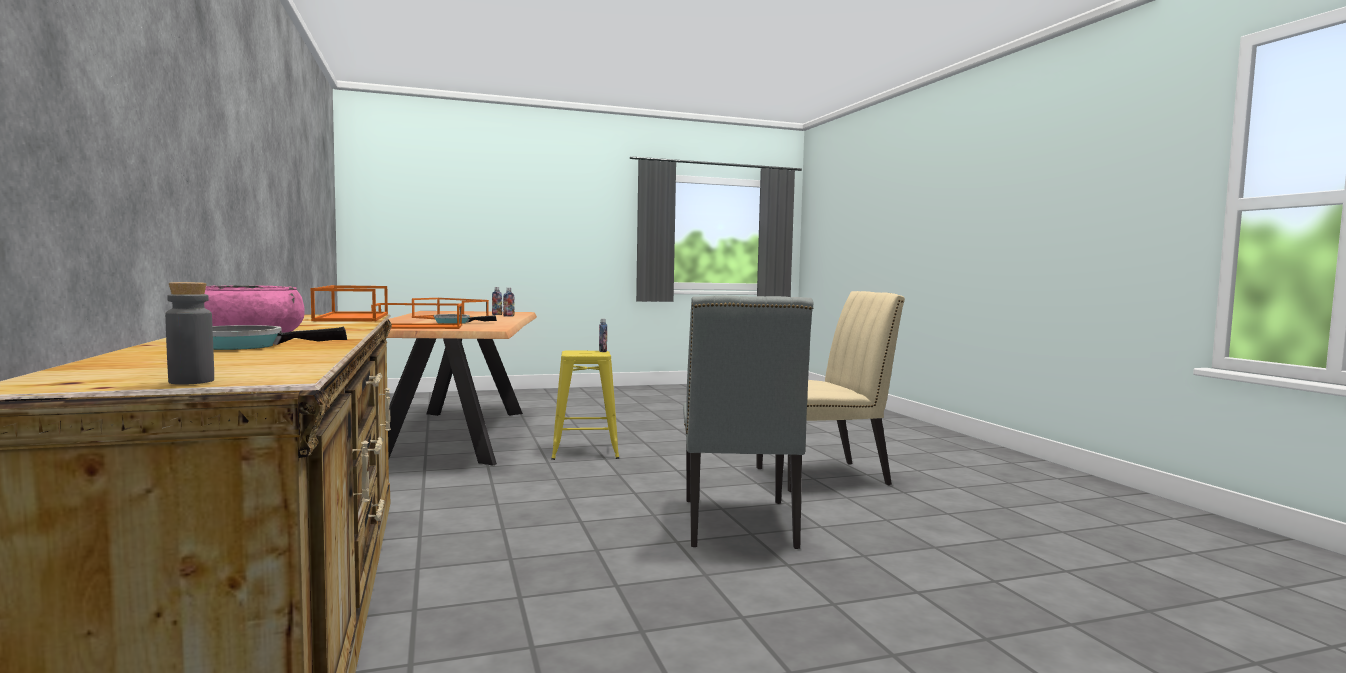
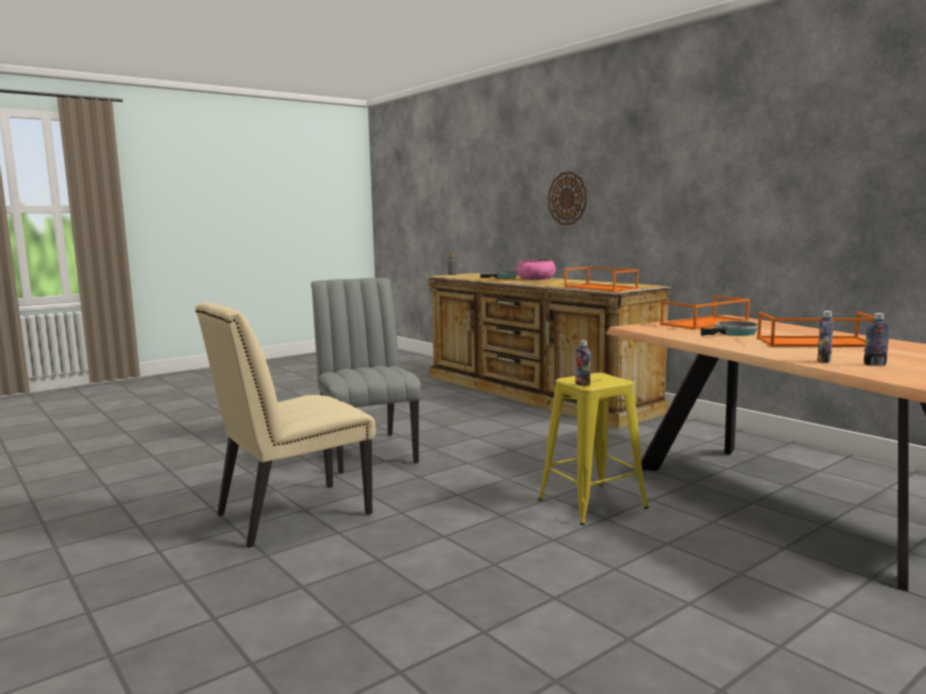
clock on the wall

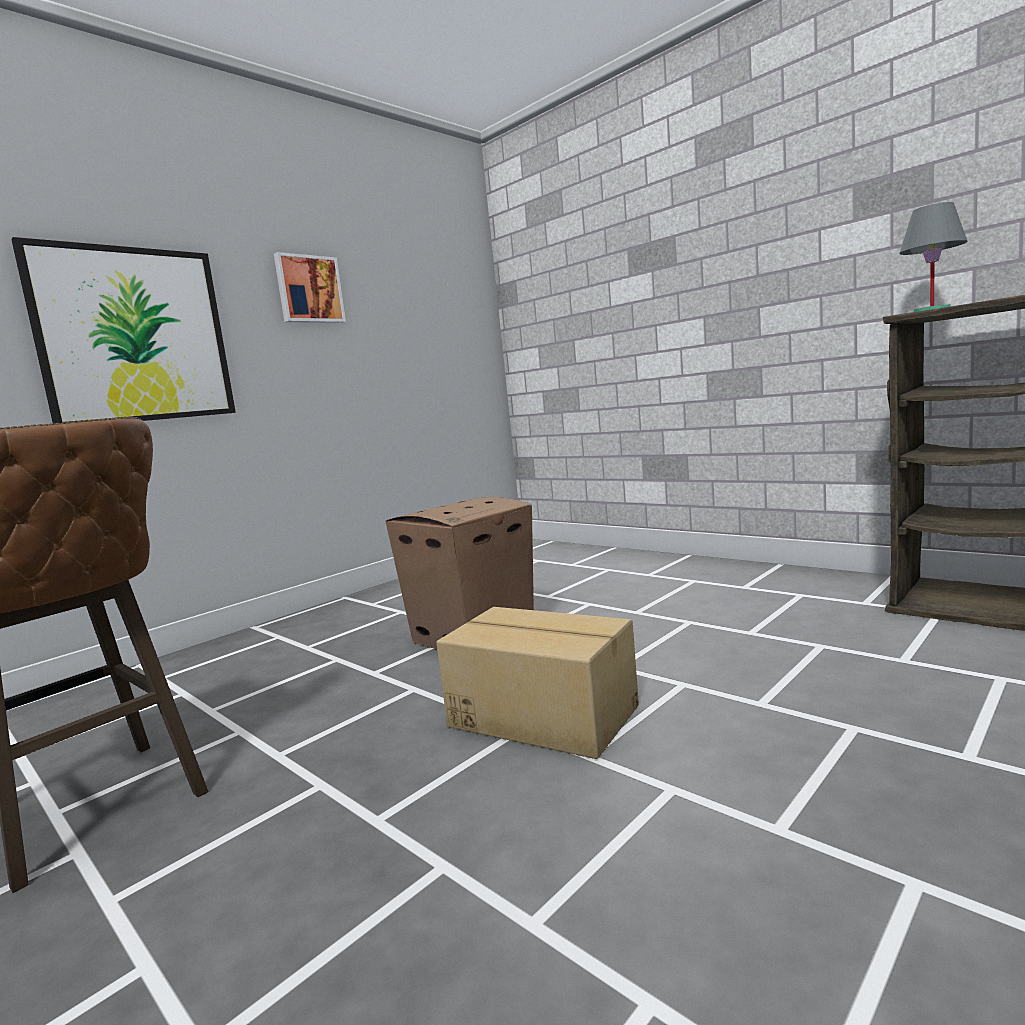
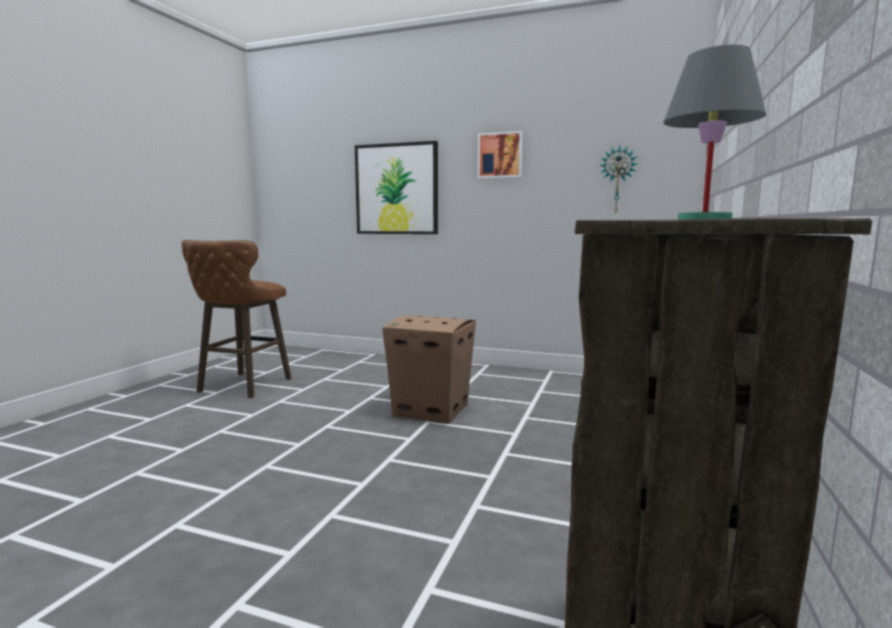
carton (2nd from left in the first image)
clock on the wall

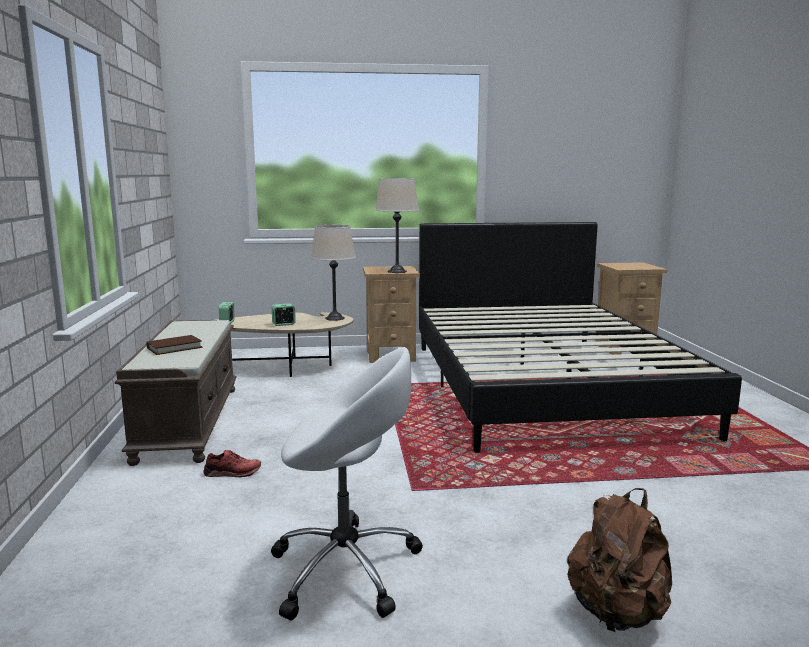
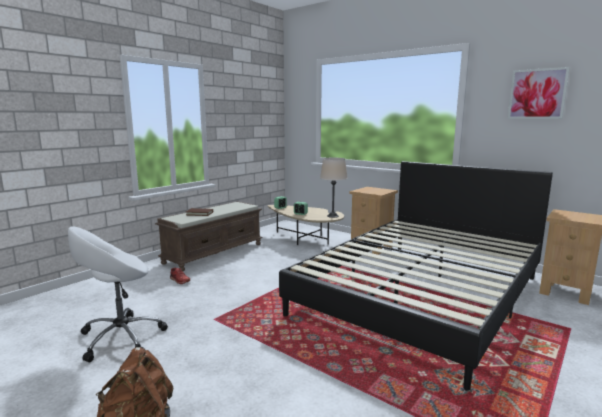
white-coloured computer chair
beige tabletop lamp (2nd from left in the first image)
picture

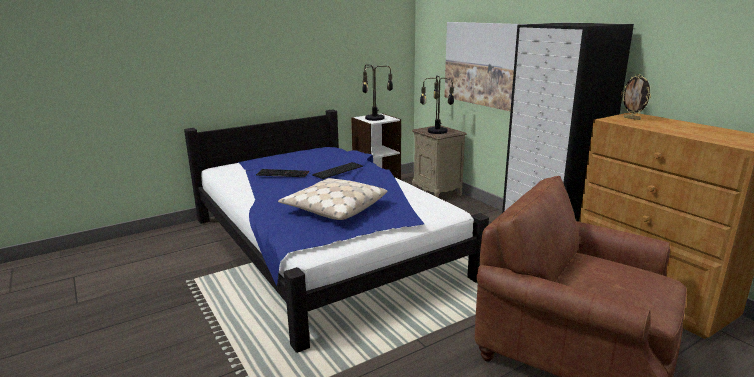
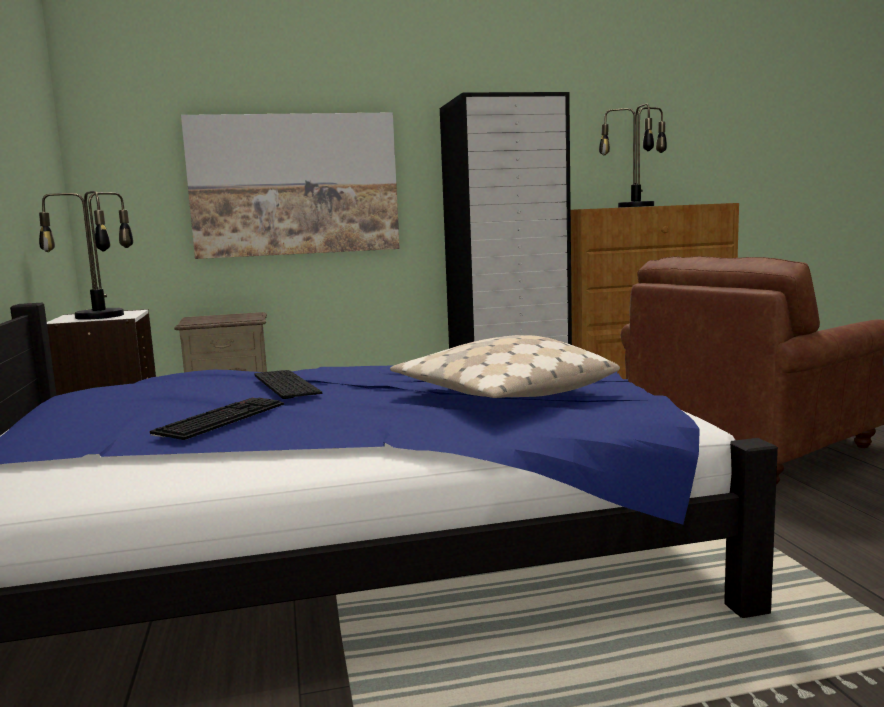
tabletop lamp (2nd from left)
photo frame

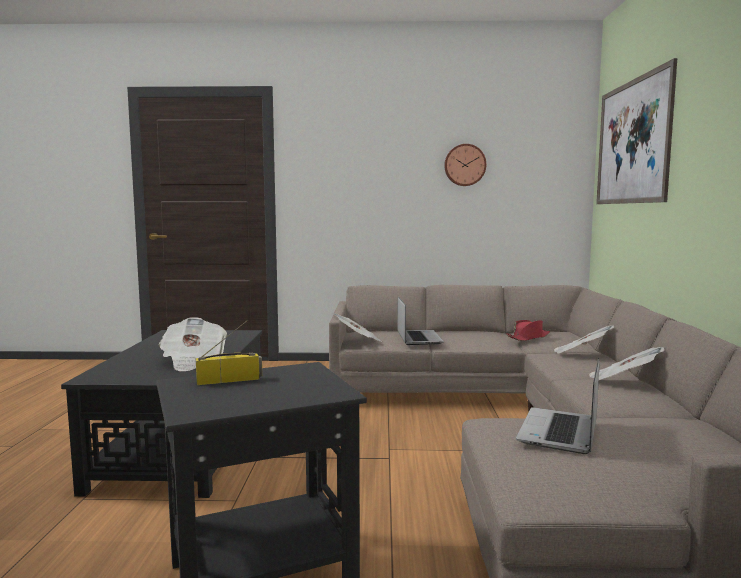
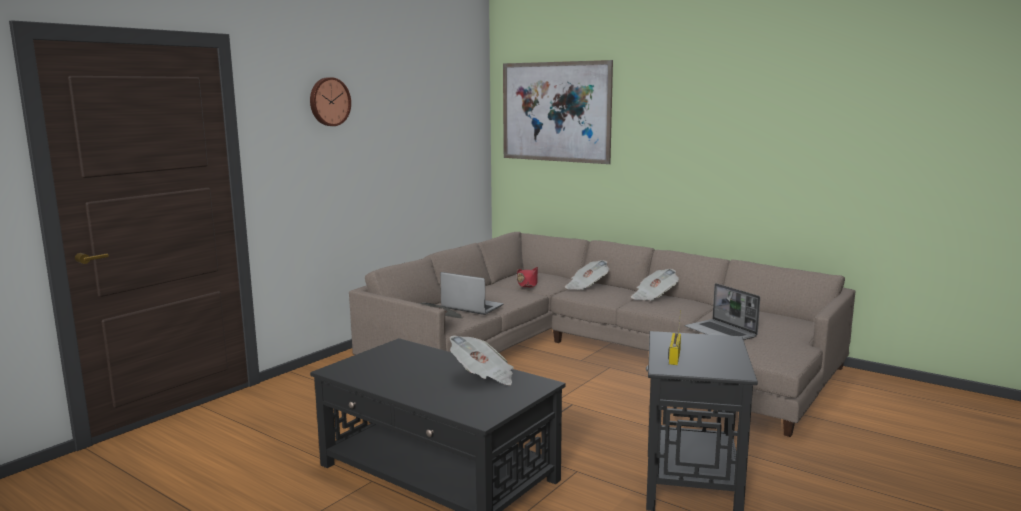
clock on the wall

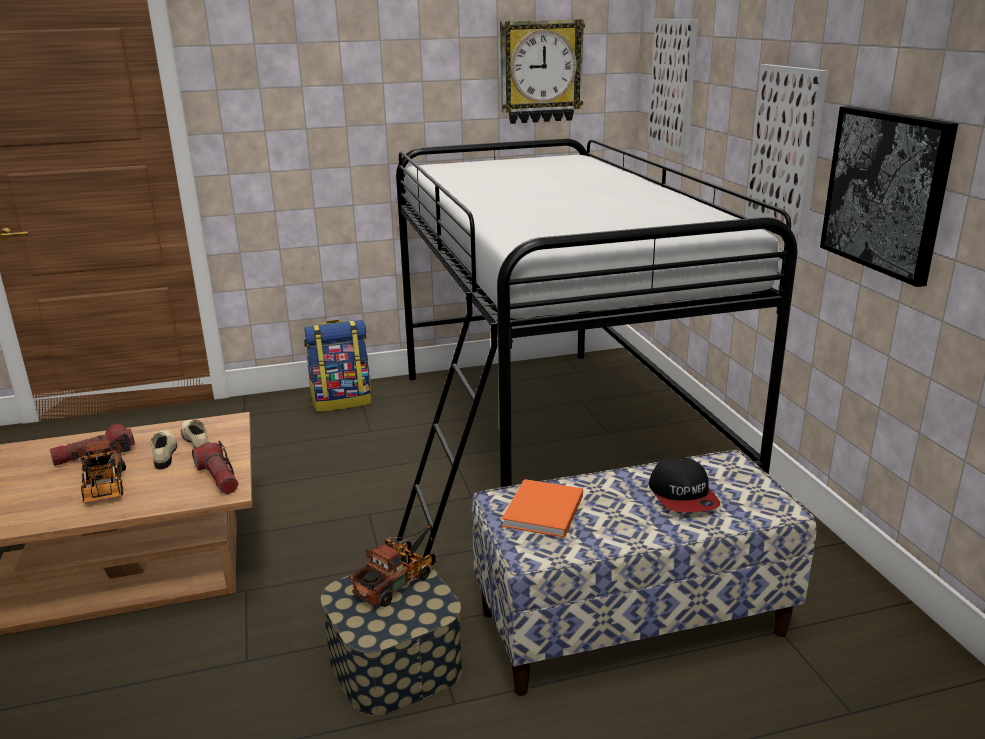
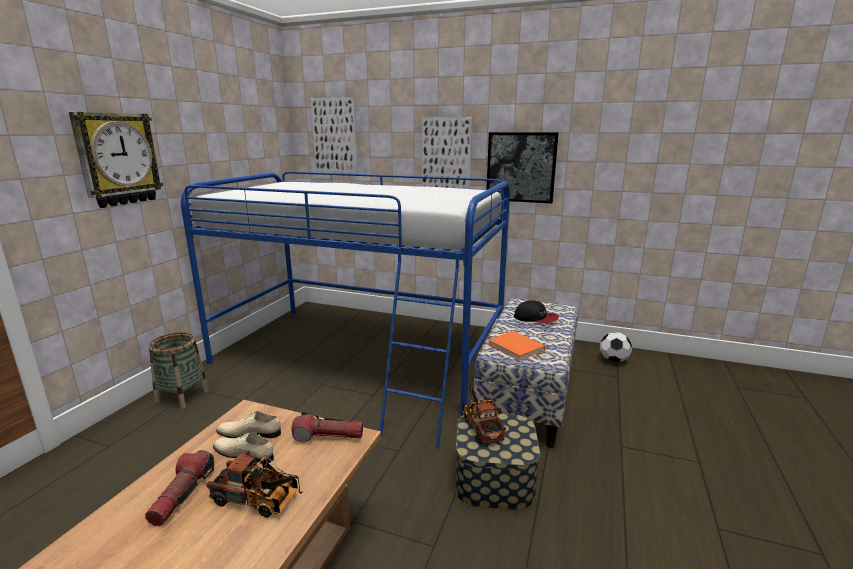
basket
bluish bed
clock on the wall
football

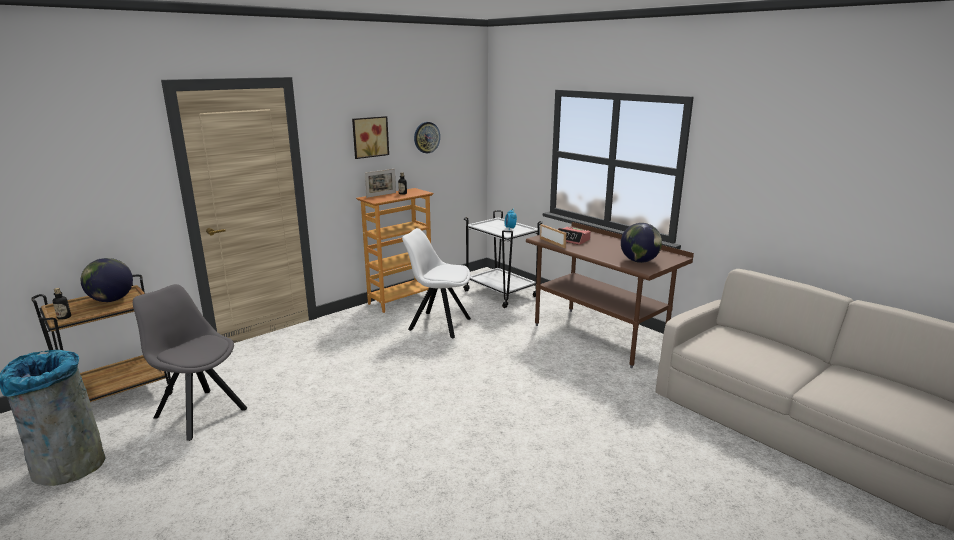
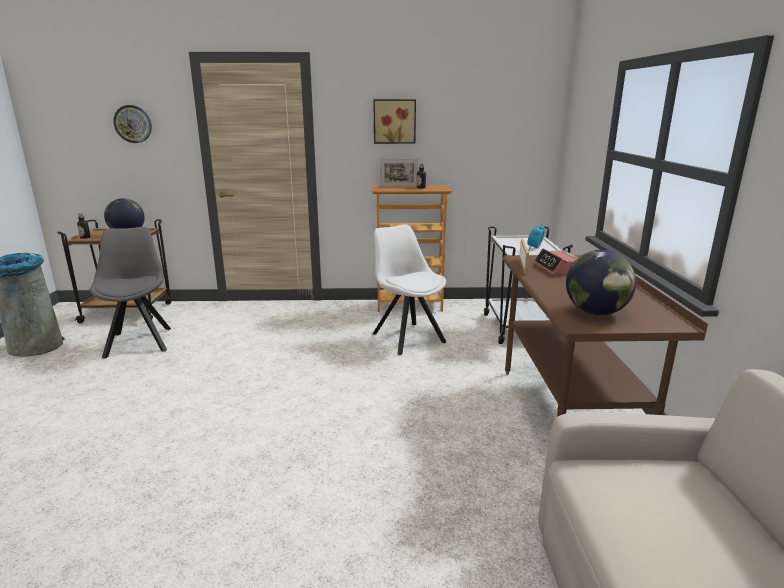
clock on the wall

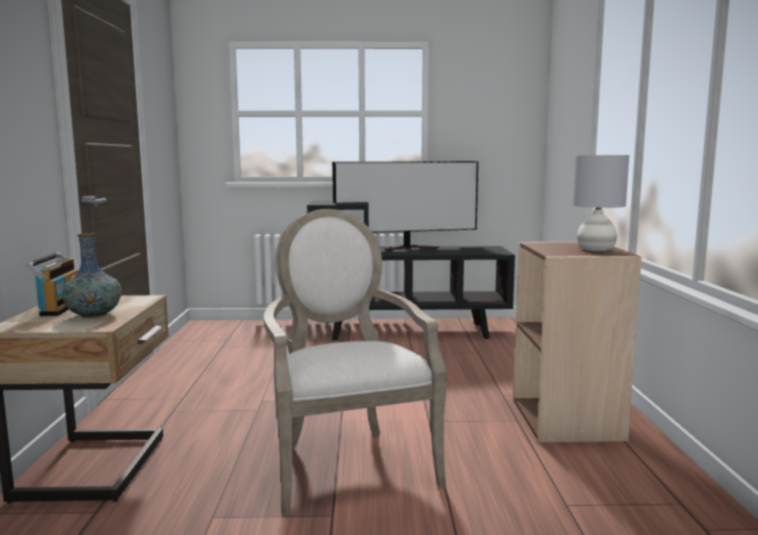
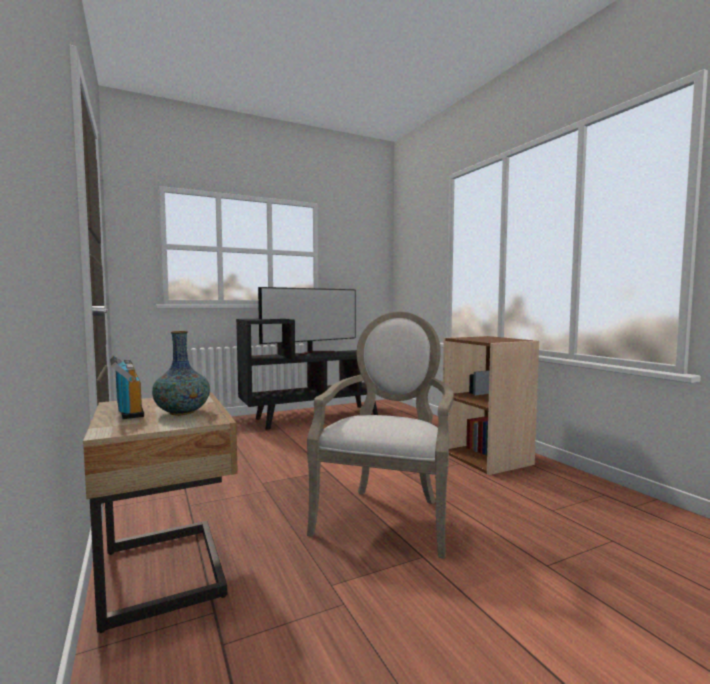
armchair
grey tabletop lamp

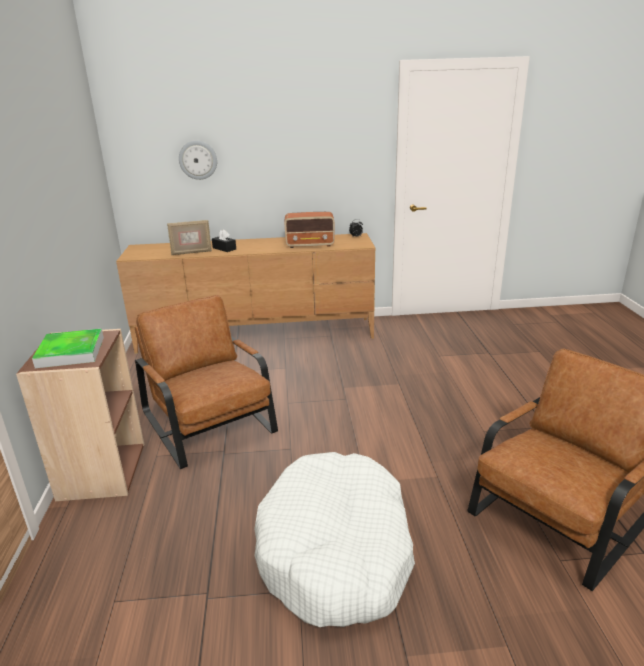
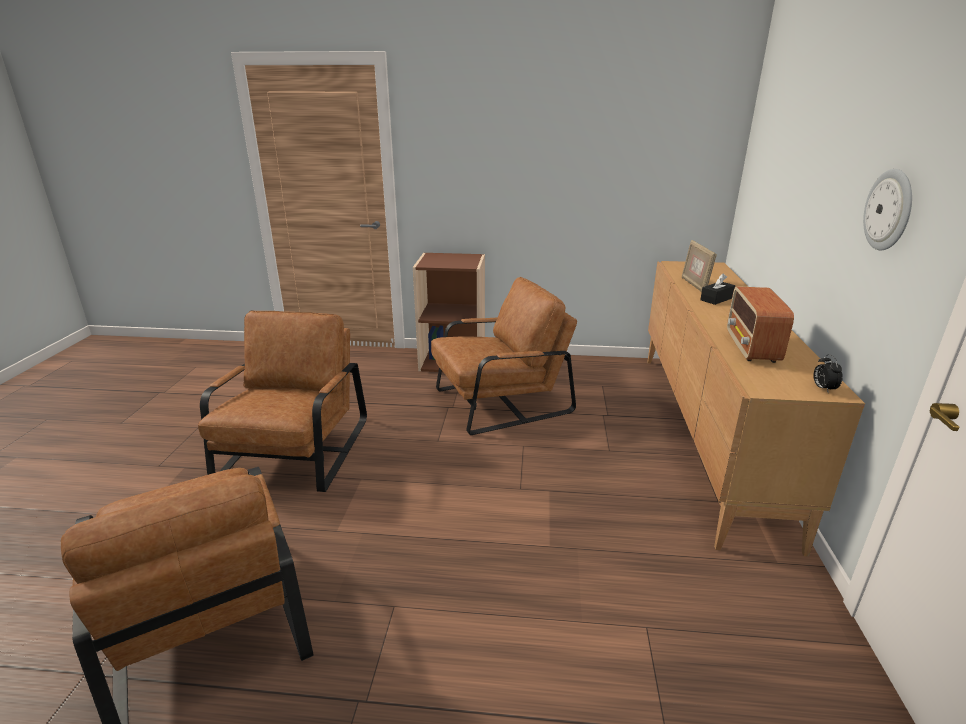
carrying tray
clock on the wall
brown-coloured armchair (2nd from left)

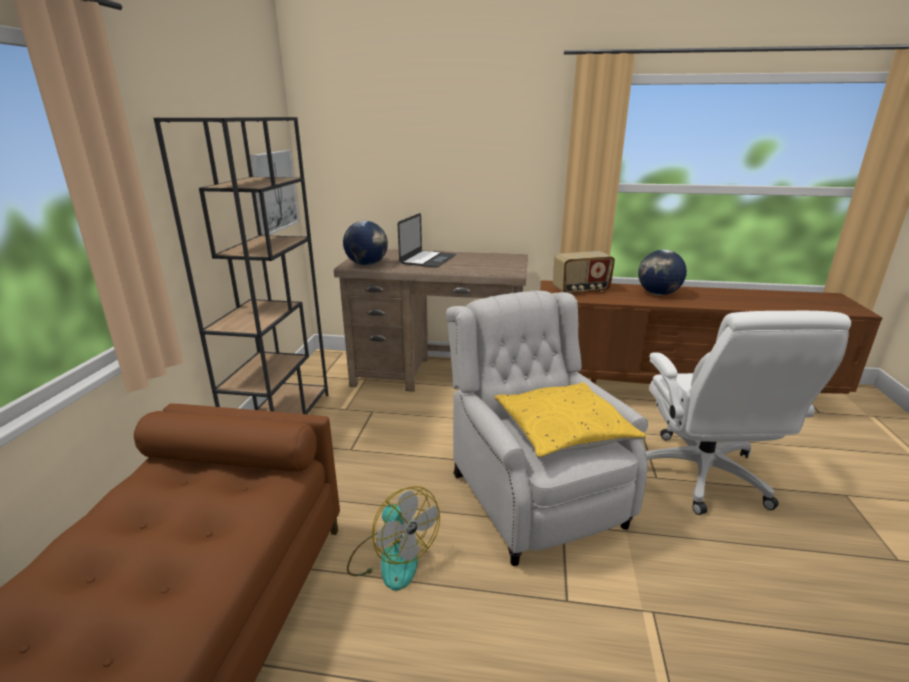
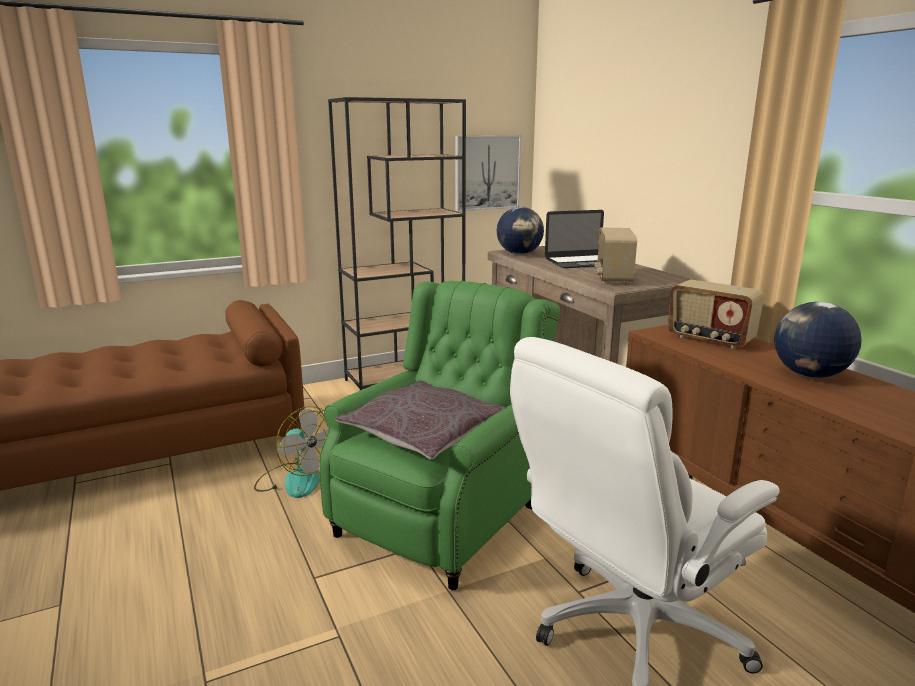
electric fan
green-coloured armchair
grey pillow
radio receiver (1st from left)

